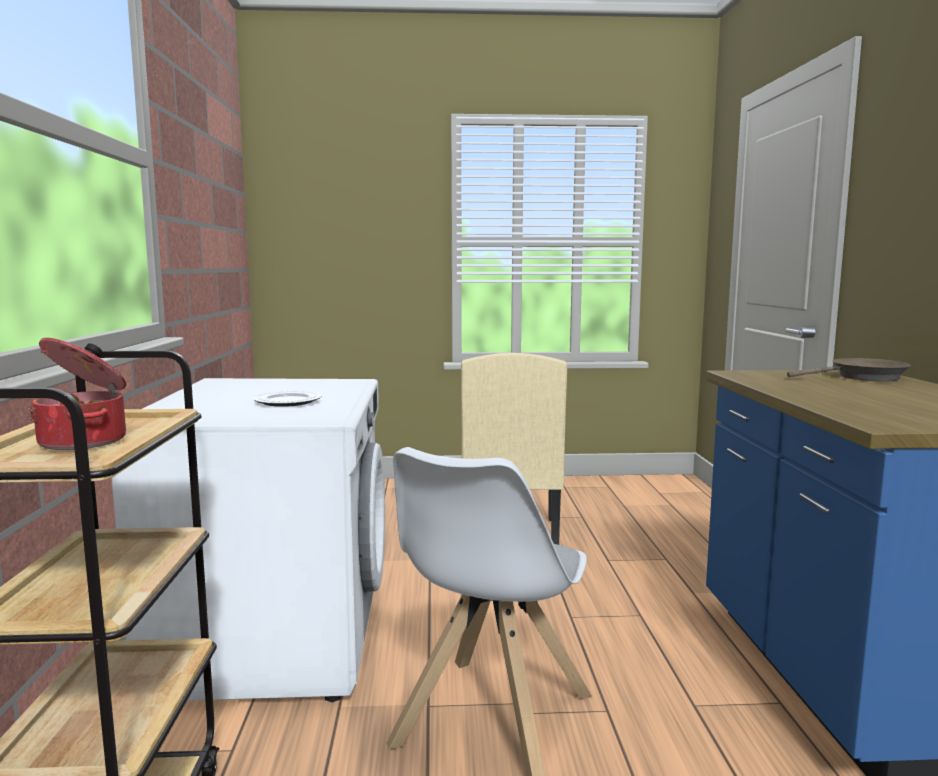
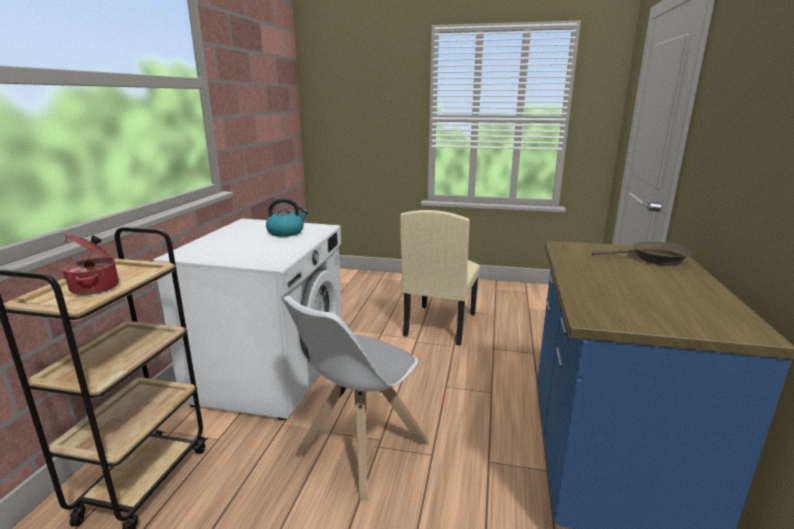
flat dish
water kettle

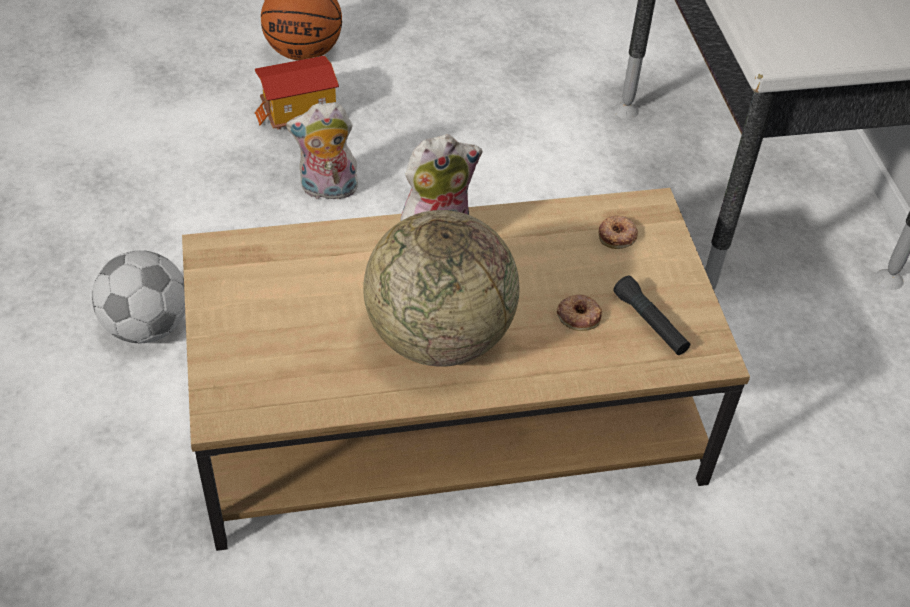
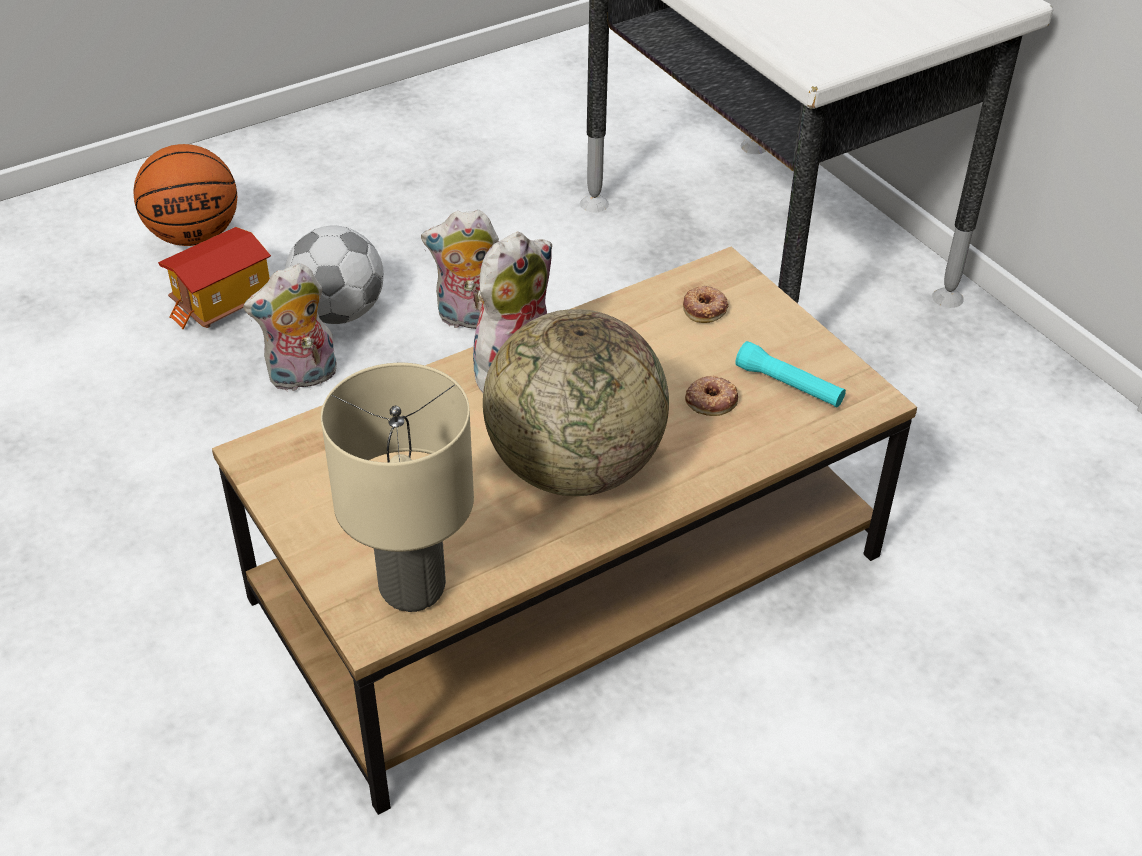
football
blue-green flashlight
beige tabletop lamp
cuddly toy (2nd from left)

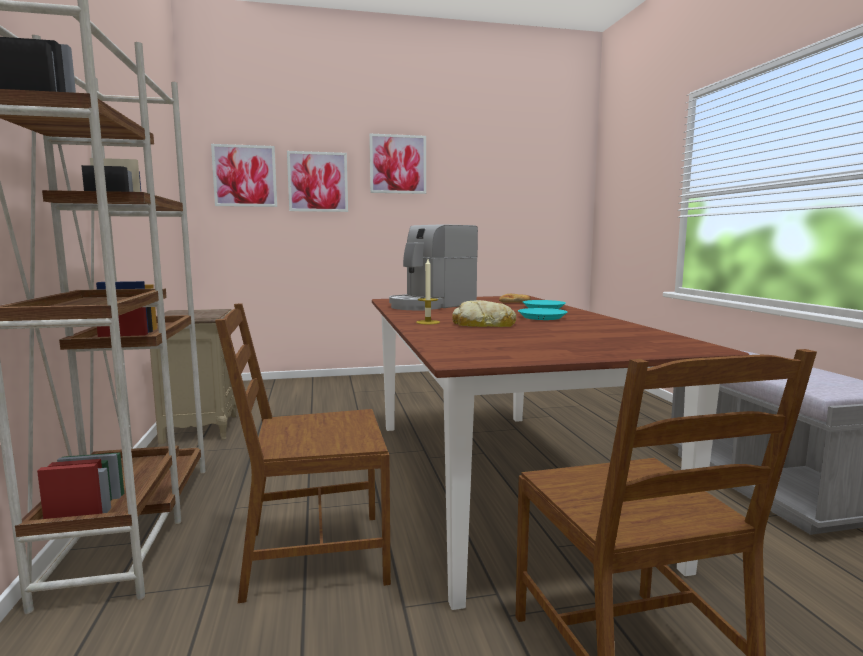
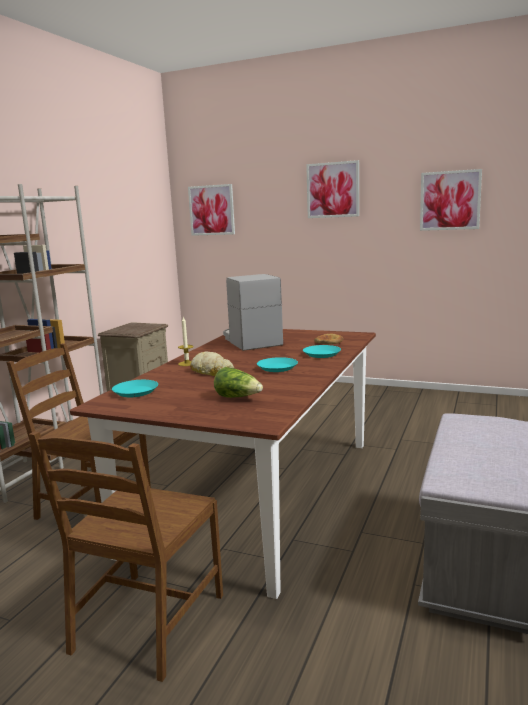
picture (3rd from left)
coffee brewer
blue-green flat dish (1st from left)
lettuce

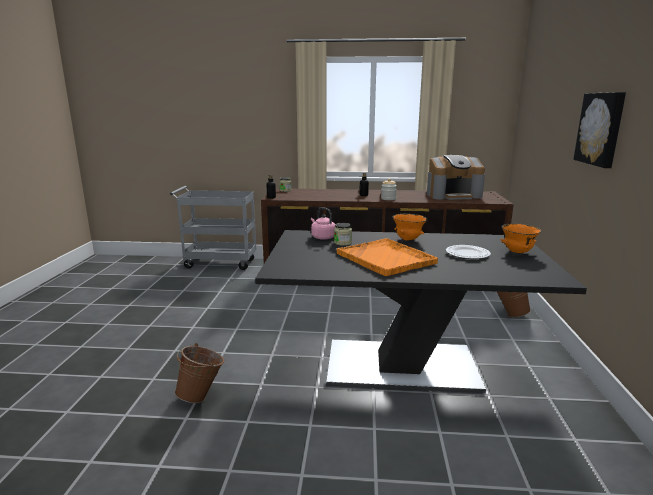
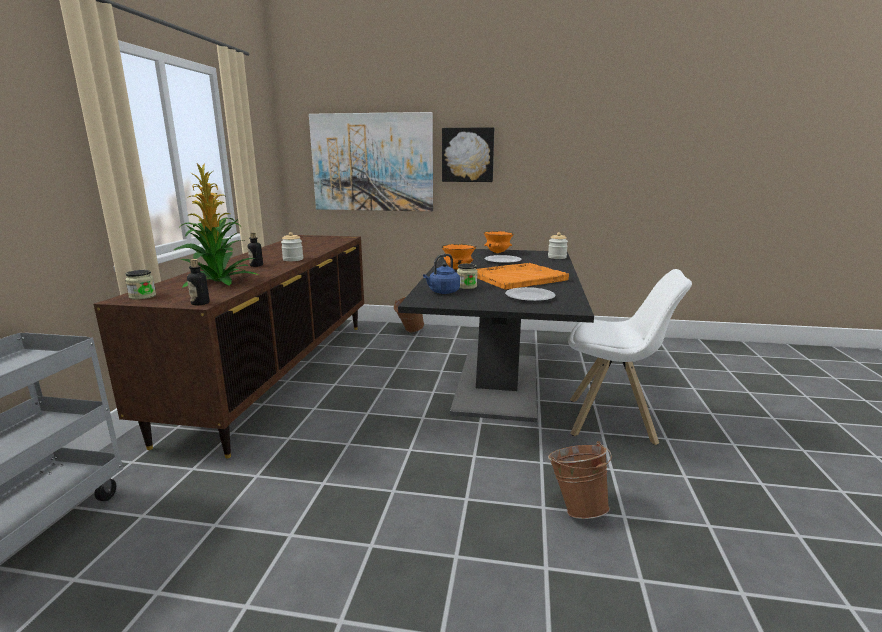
bluish water kettle
coffee brewer
plant in a pot
picture (1st from left)
flat dish (2nd from left)
jar (4th from left)
white-coloured upright chair

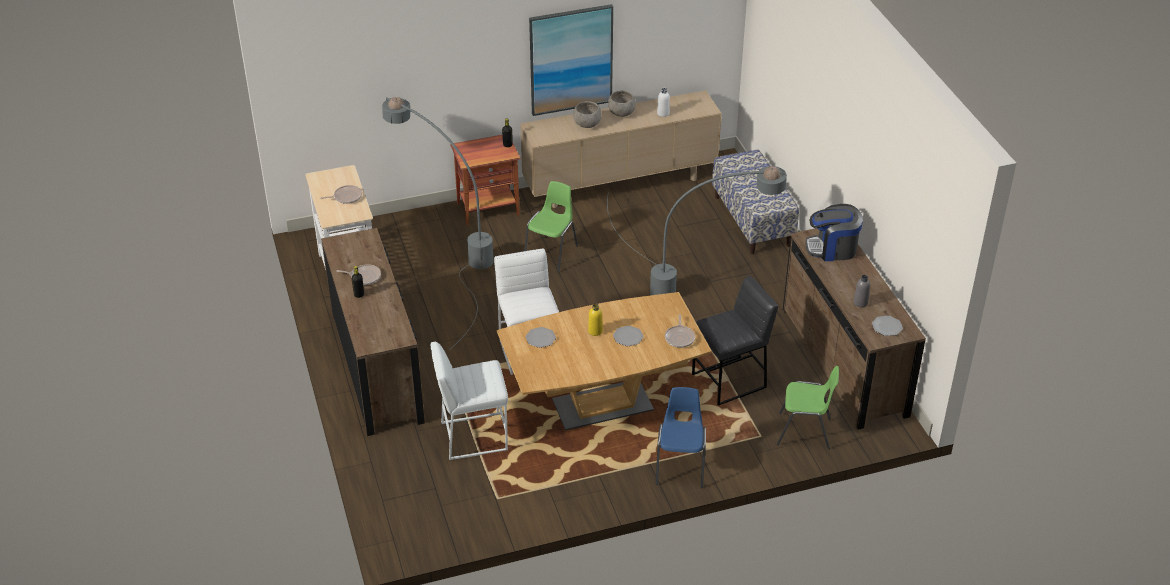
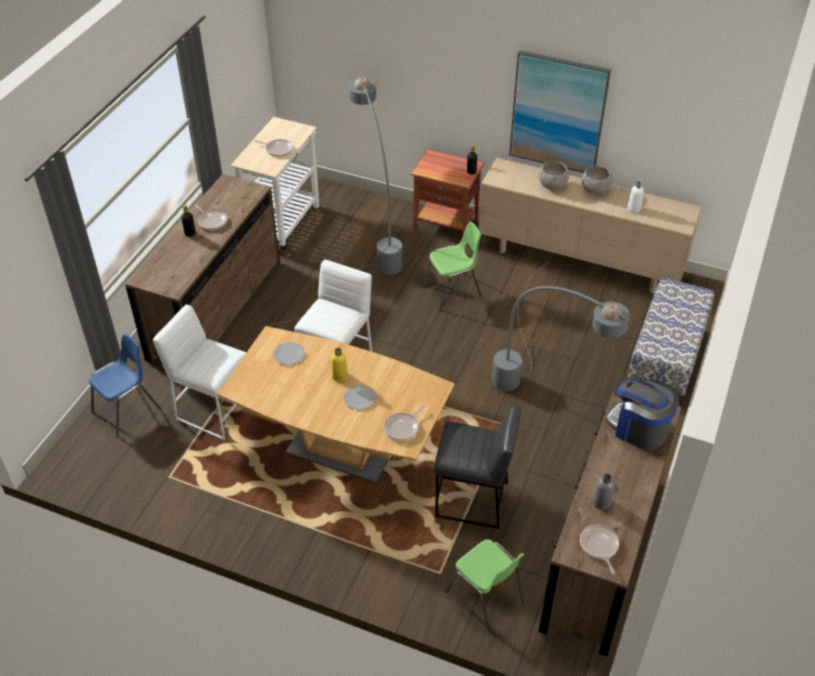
bluish upright chair
skillet (4th from left)

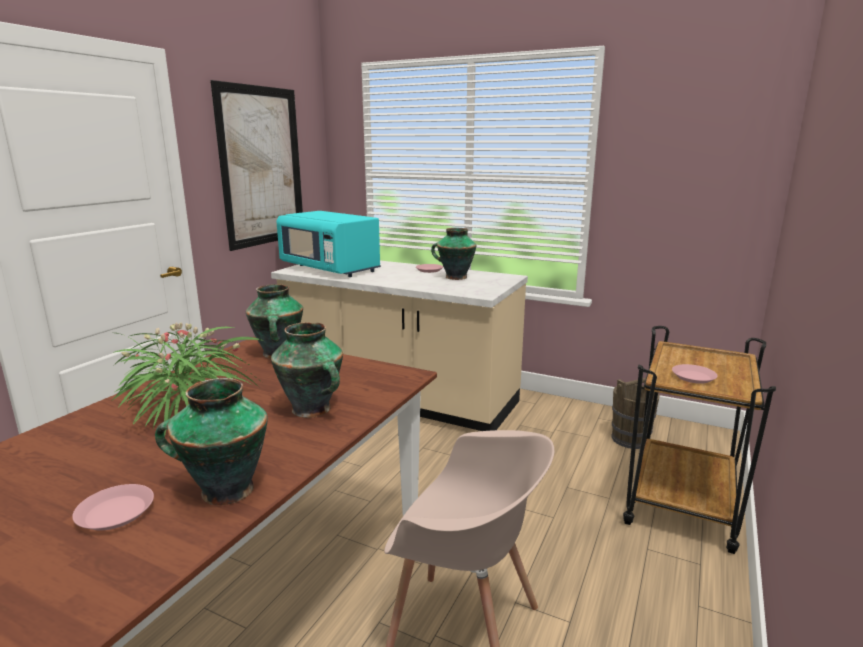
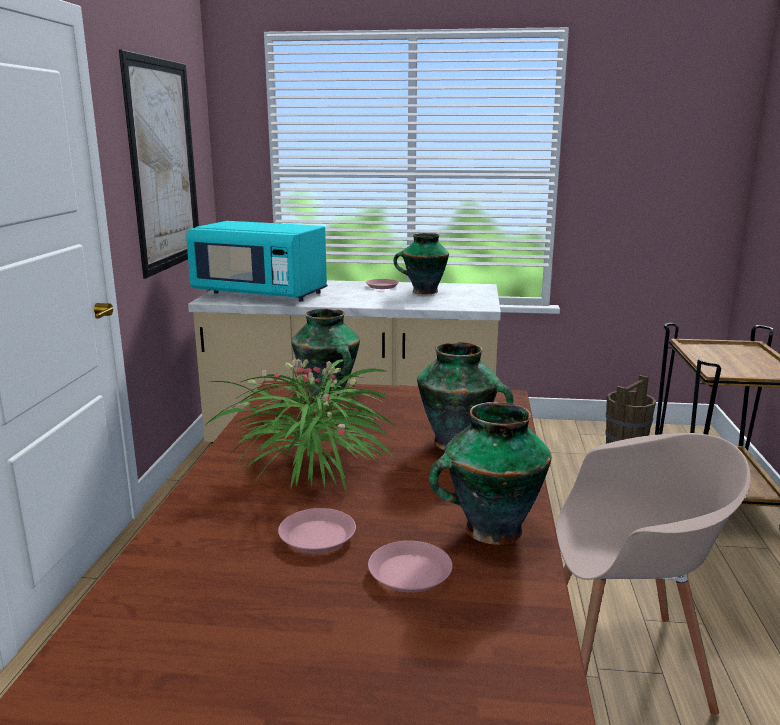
pinkish flat dish (1st from left)

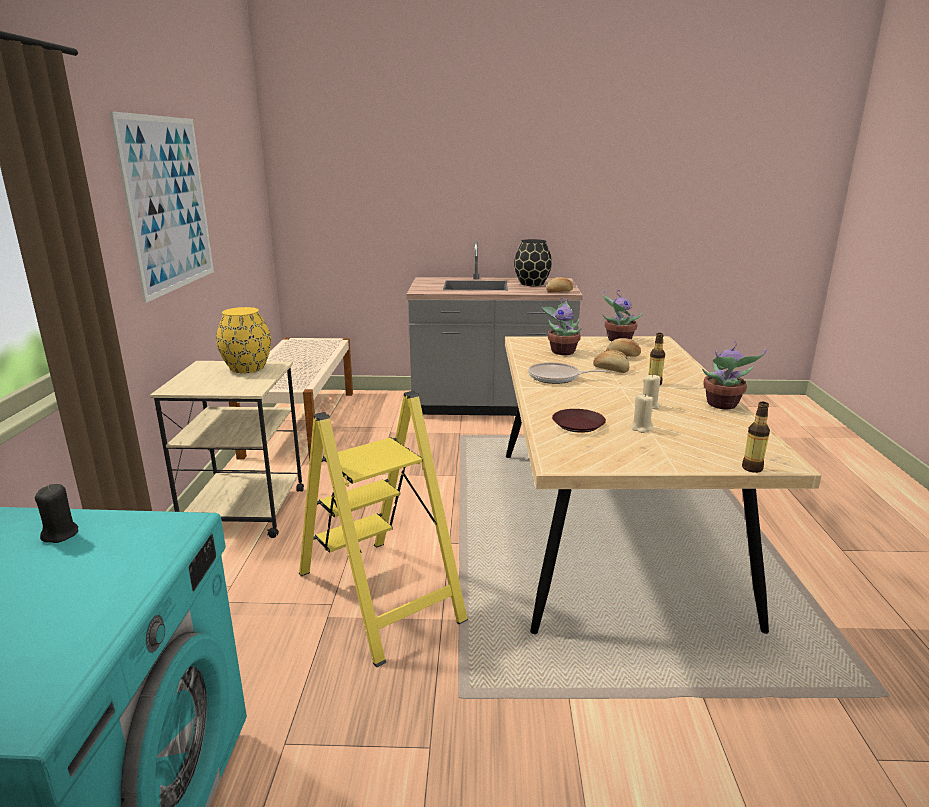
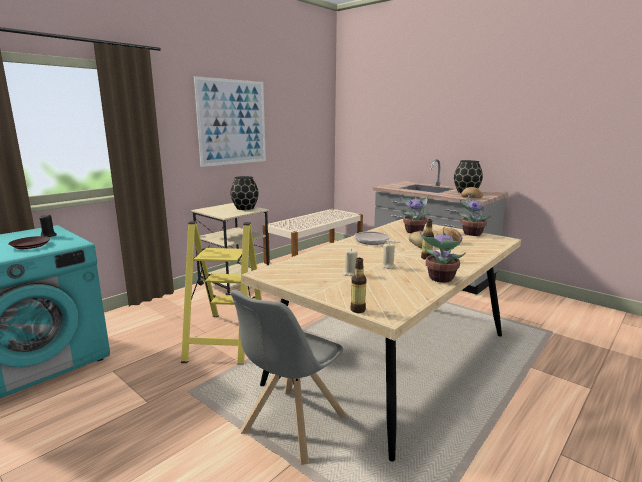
black vase (1st from left)
brown-coloured flat dish
grey upright chair

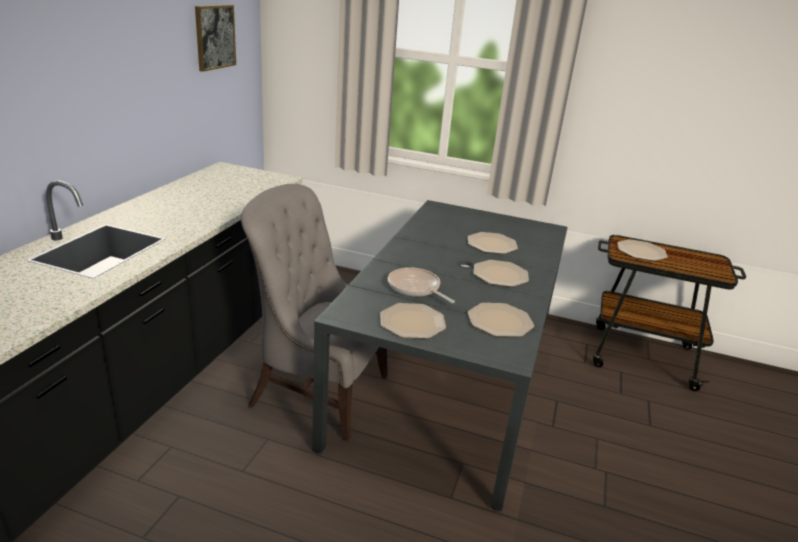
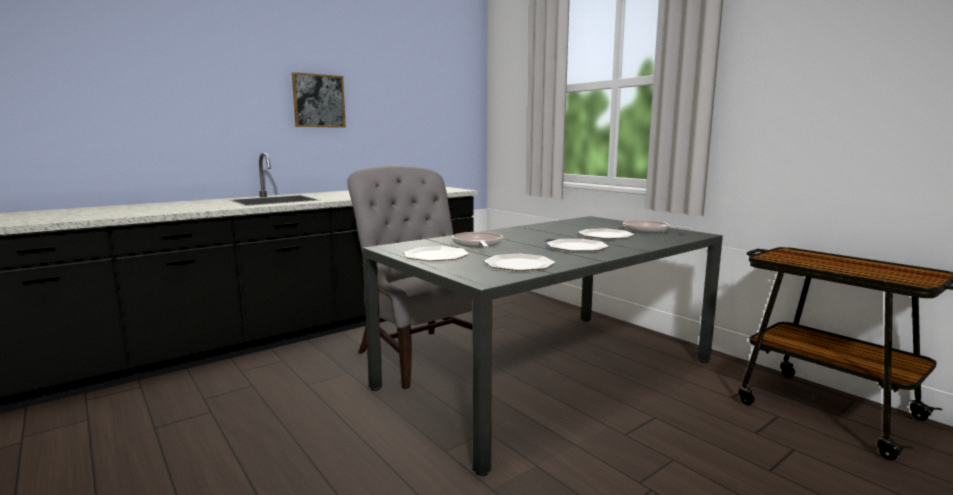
picture
flat dish (5th from left in the first image)
skillet (2nd from left)

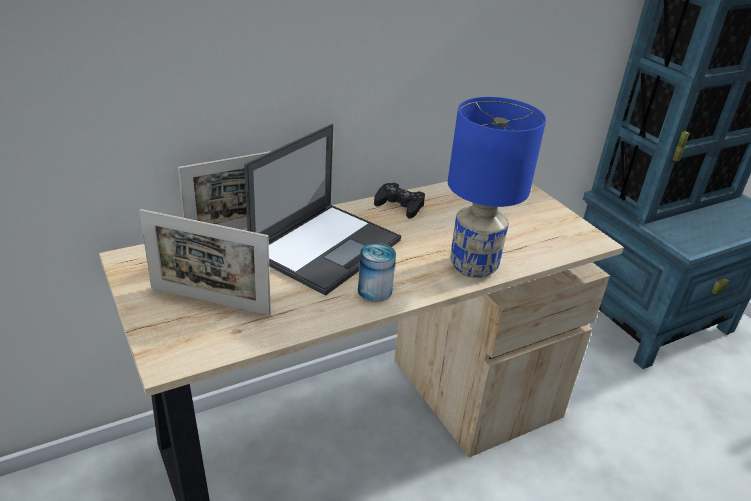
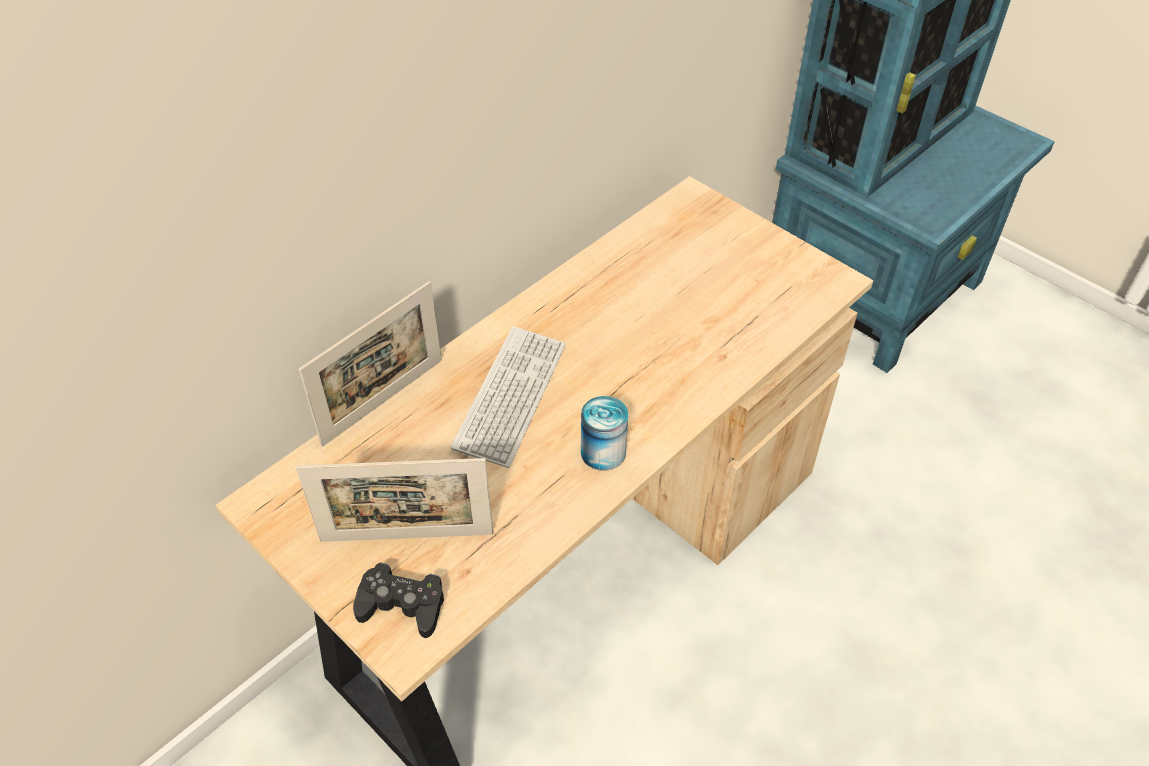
PC keyboard
black gamepad
bluish tabletop lamp

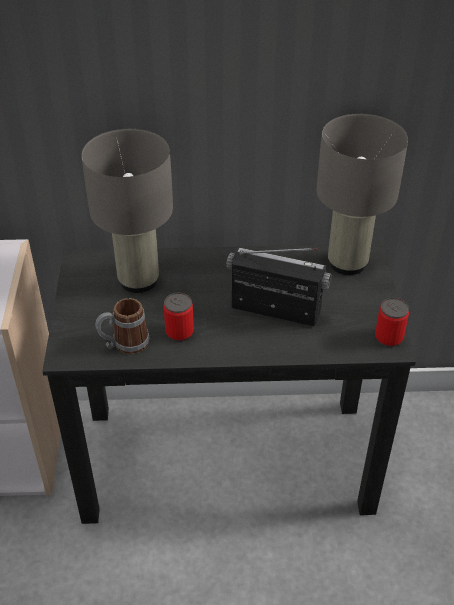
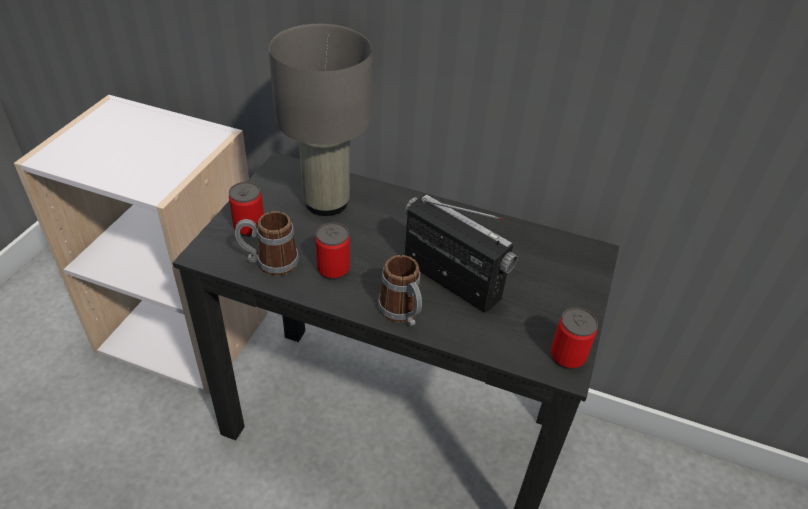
grey tabletop lamp (2nd from left in the first image)
sealed can (1st from left)
tea mug (2nd from left)

